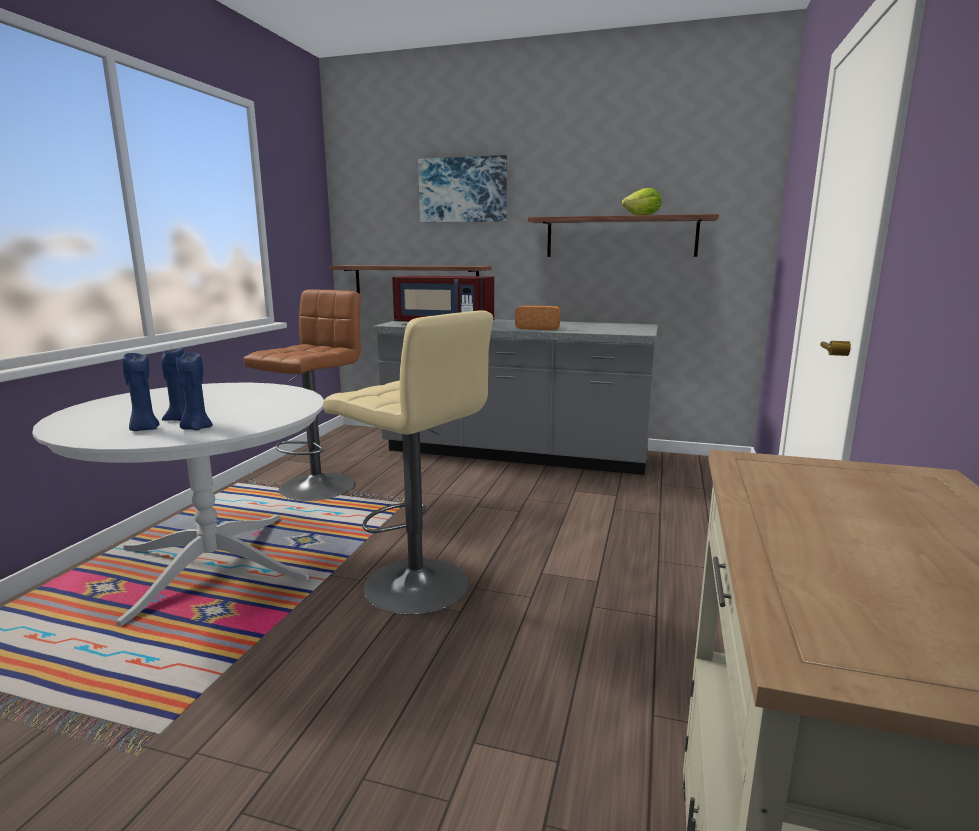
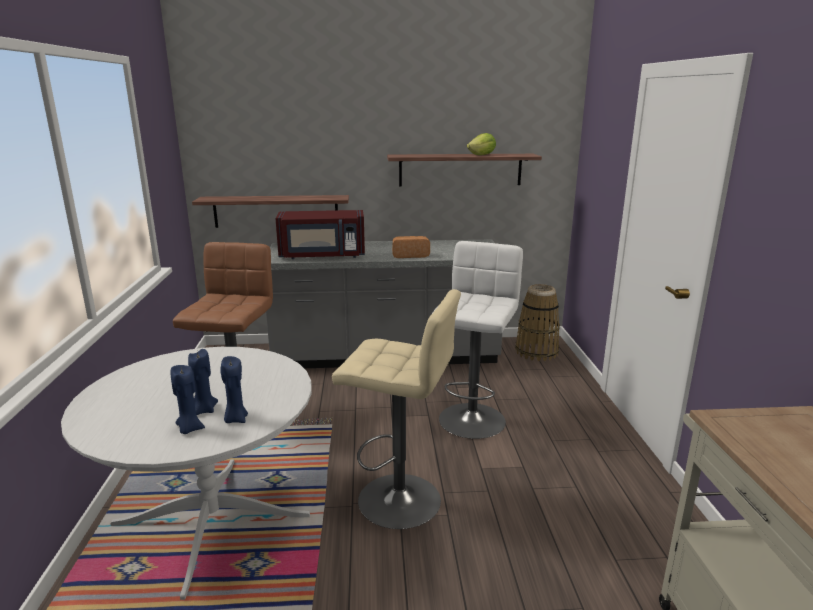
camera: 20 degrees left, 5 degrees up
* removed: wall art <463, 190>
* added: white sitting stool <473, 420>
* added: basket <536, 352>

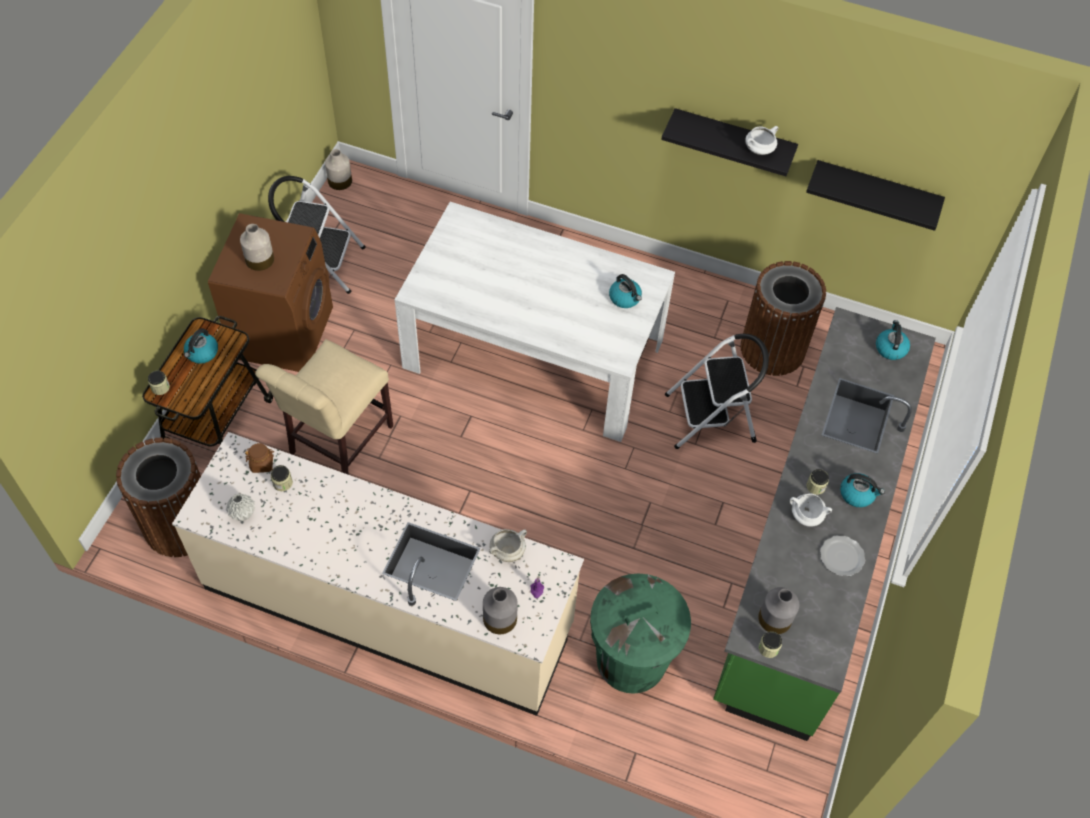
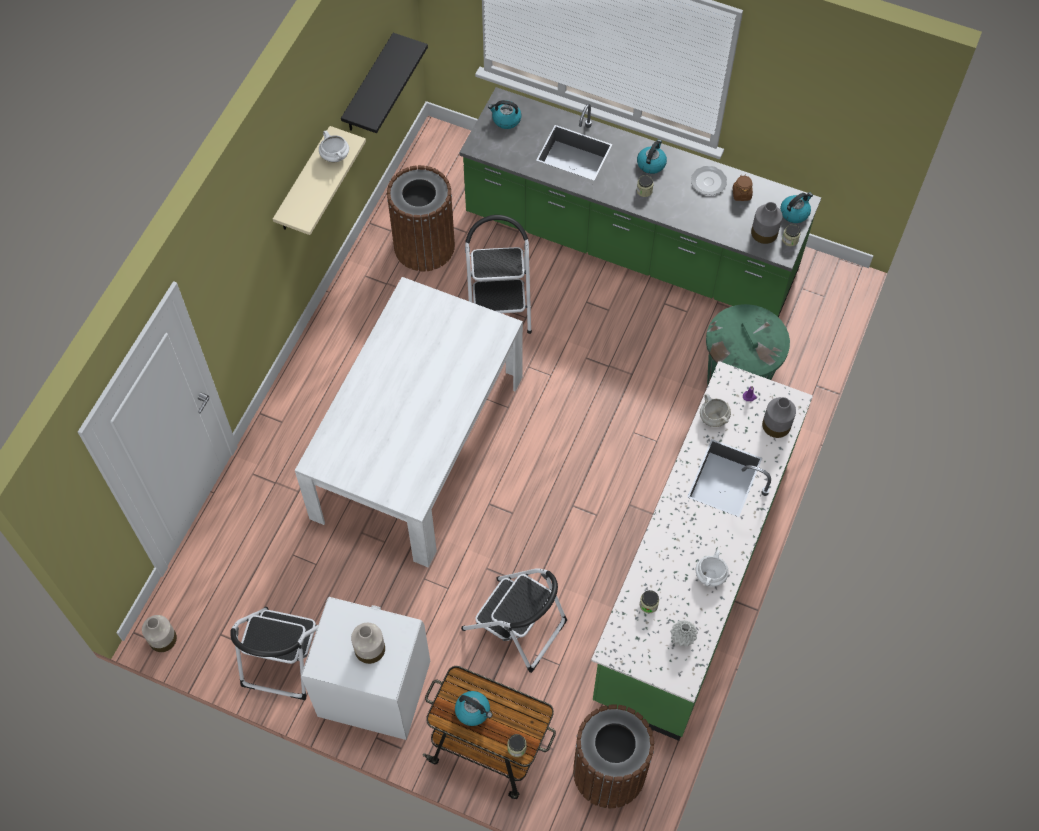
camera: 85 degrees left, 5 degrees up
* recoloured: beige kitchen counter <389, 606> to green kitchen counter <692, 574>
* recoloured: brownish laundry machine <284, 332> to white laundry machine <375, 686>
* moved: brownish storage jar <262, 464> to <741, 194>
* replaced: beige chair <337, 443> to step stool <517, 627>
* moved: tea kettle <625, 298> to <794, 212>
* recoloured: blackish shelf <733, 139> to beige shelf <303, 182>
* moved: white cooking pot <805, 516> to <710, 576>

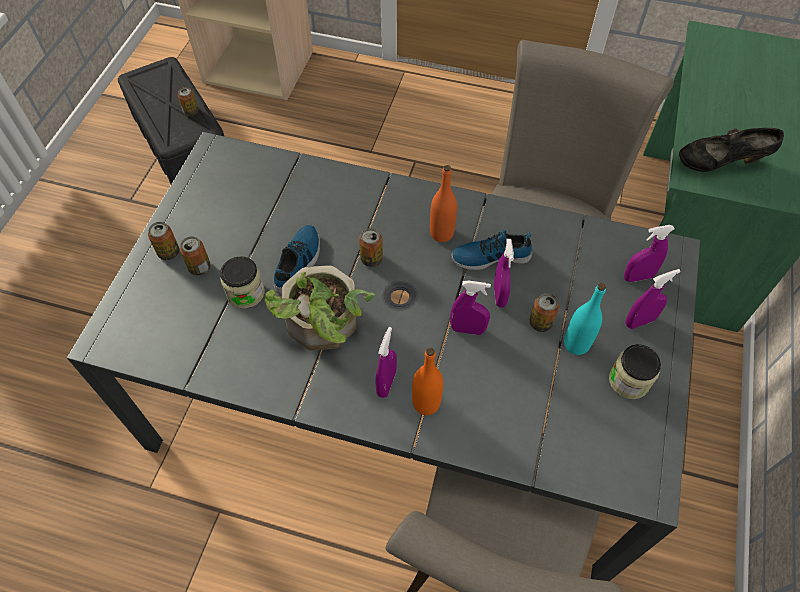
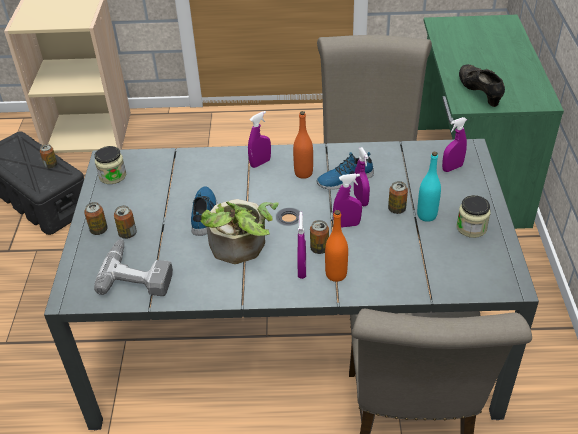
camera: 15 degrees left, 15 degrees down
* moved: storage jar <245, 293> to <112, 176>
* moved: sealed can <371, 259> to <319, 248>
* moved: purple sprayer <639, 321> to <260, 163>
* turned: blackish item of footwear <720, 164> = <479, 93> 90 degrees clockwise
* added: power drill <138, 273>

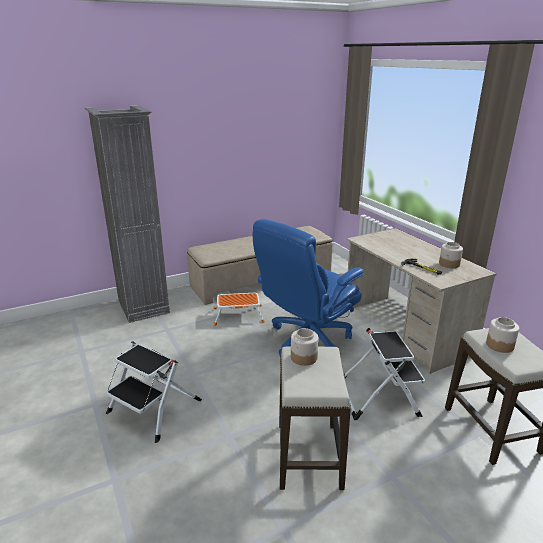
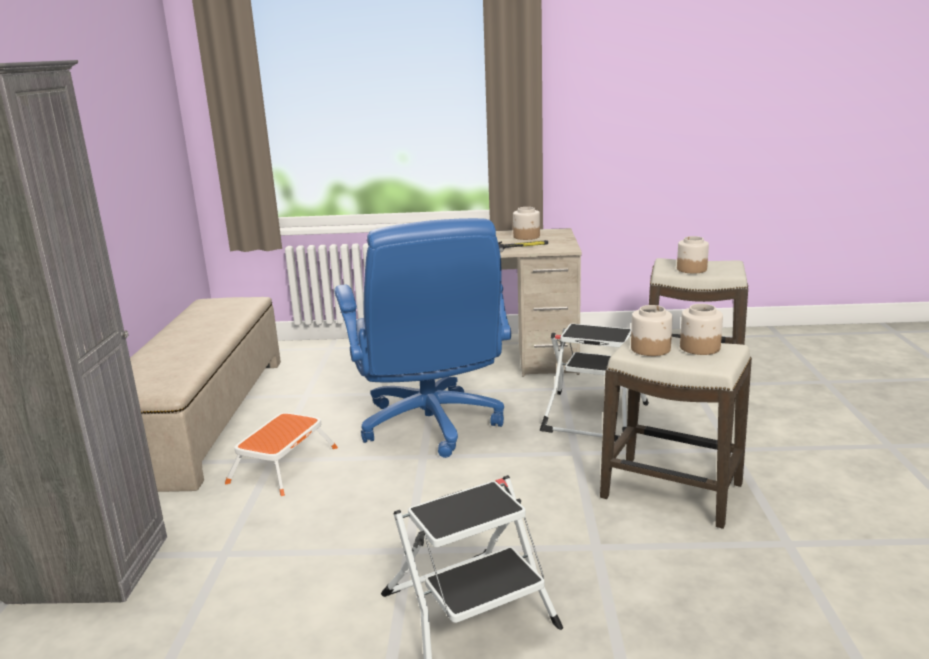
camera: 60 degrees left, 5 degrees down
* added: storage jar <699, 348>

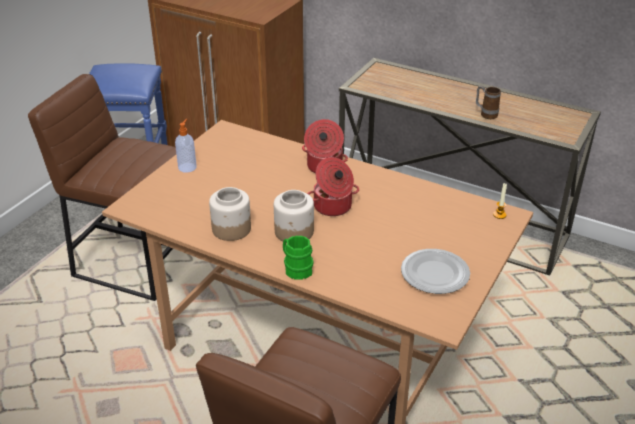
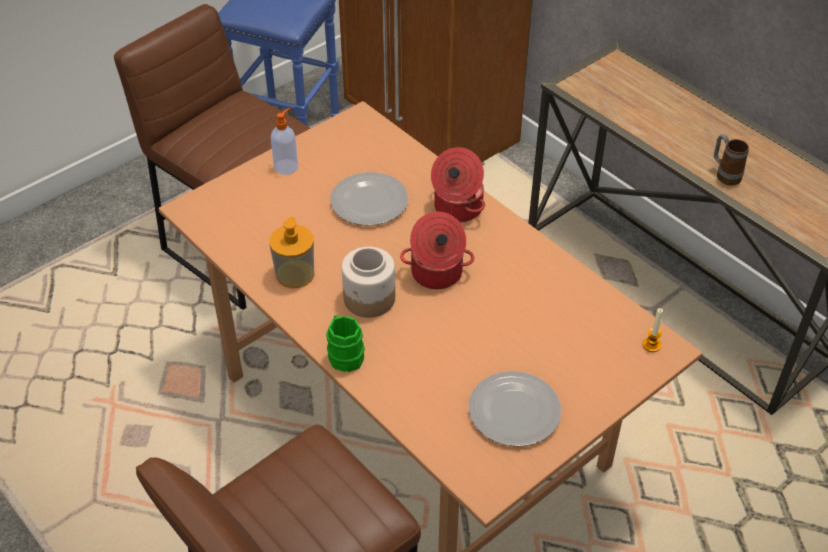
camera: 20 degrees right, 10 degrees up
* replaced: storage jar <231, 229> to soap bottle <295, 274>
* added: flat dish <368, 201>

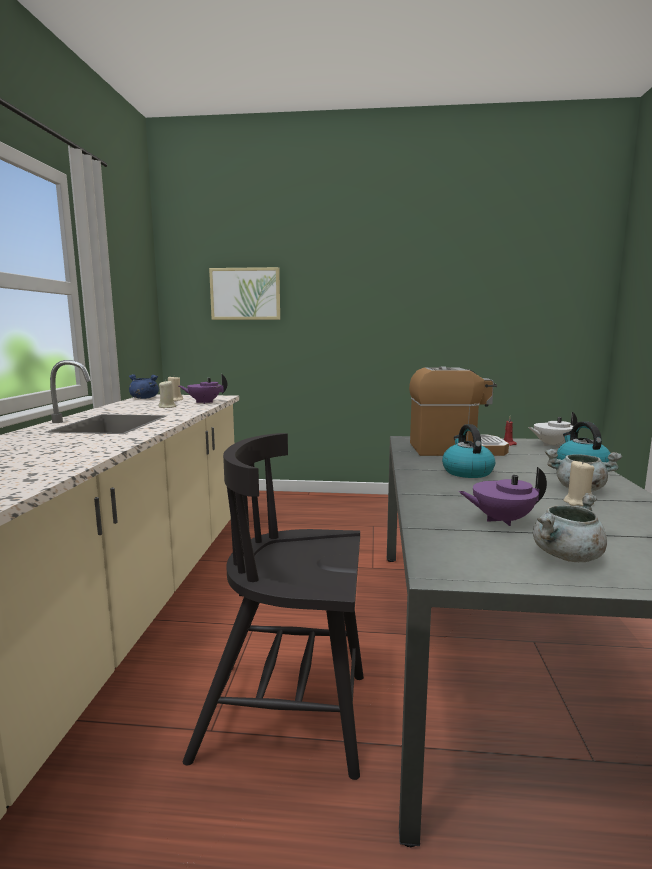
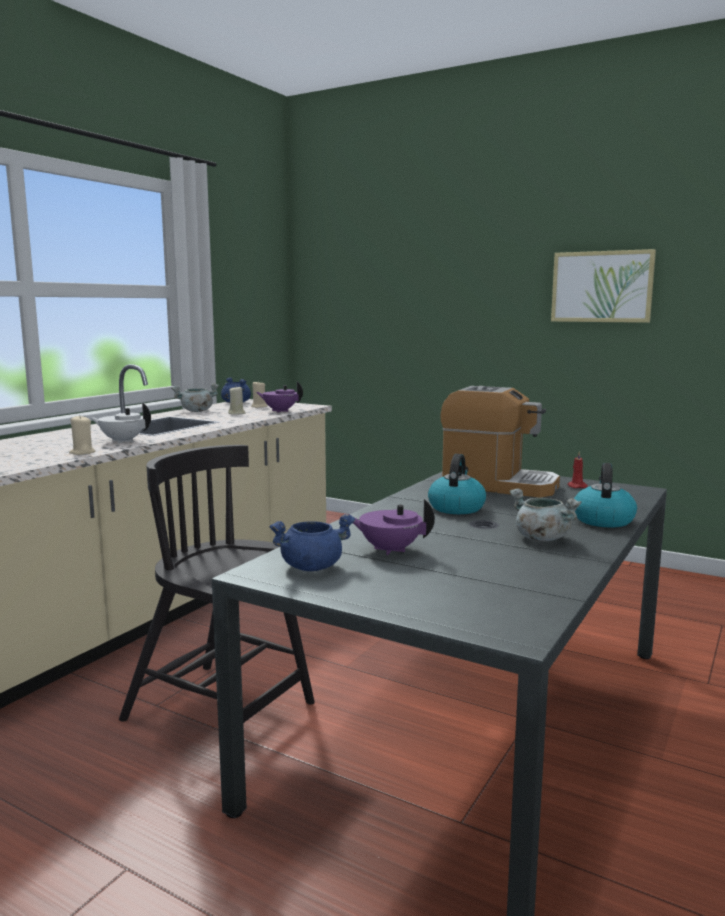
camera: 25 degrees right, 0 degrees up
* moved: wall art <245, 294> to <601, 287>
* moved: white tea pot <551, 445> to <122, 441>
* moved: gray cooking pot <567, 556> to <196, 411>
* moved: beige candle <578, 502> to <82, 453>
* added: blue cooking pot <312, 567>

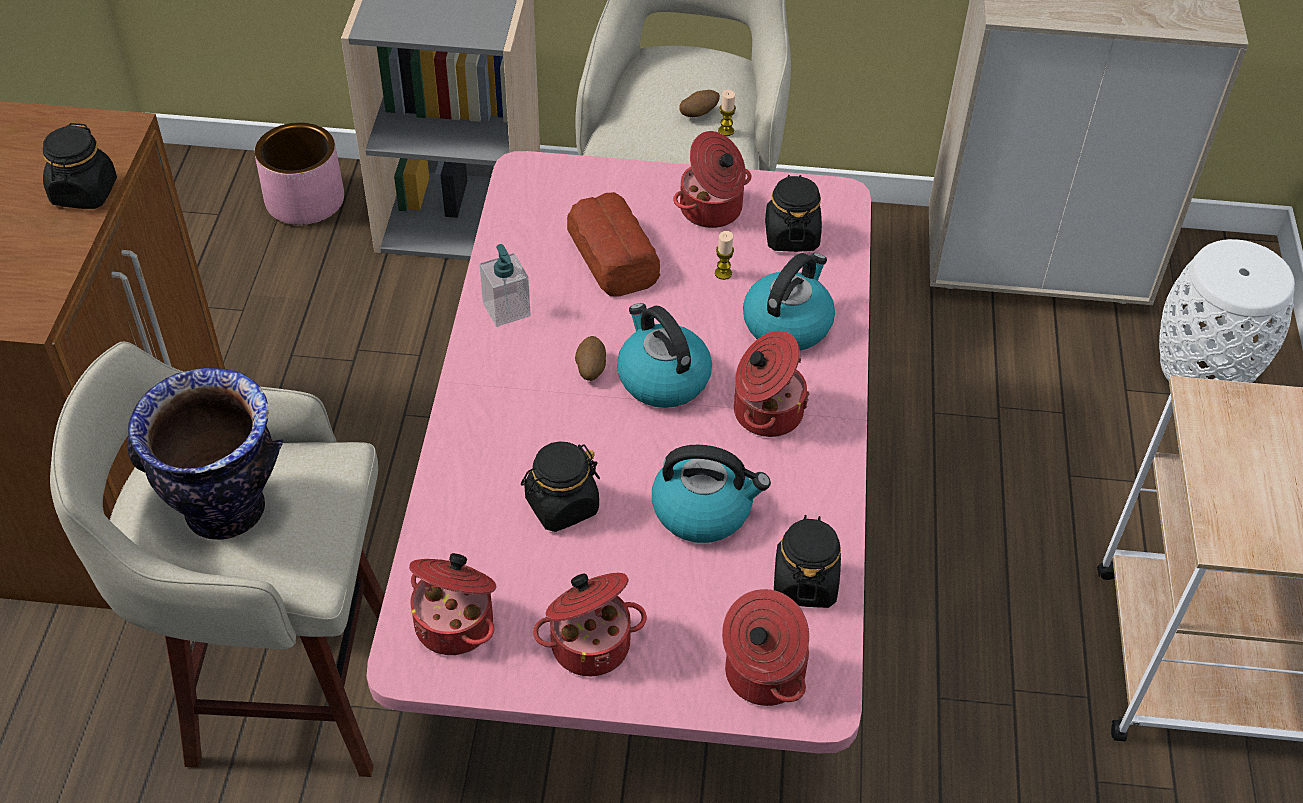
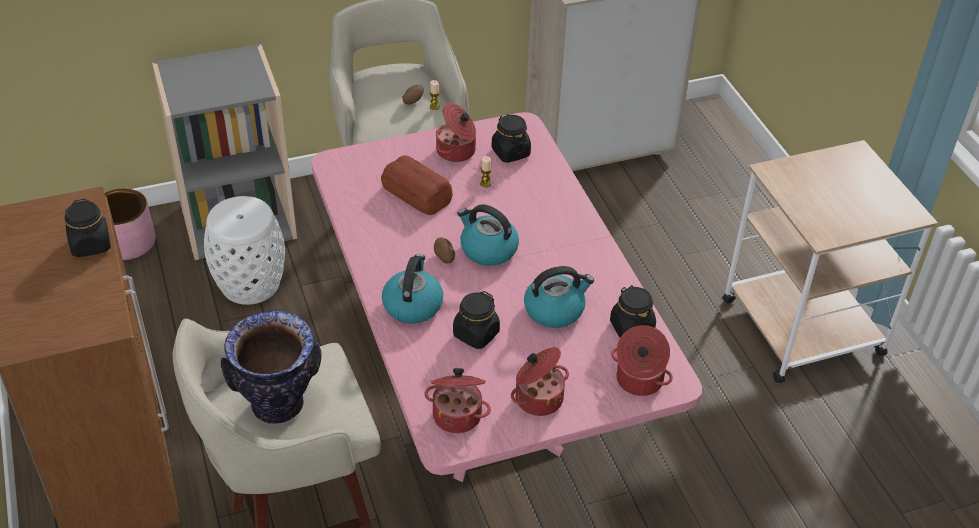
camera: 25 degrees left, 5 degrees down
* removed: soap bottle <506, 309>
* removed: cooking pot <765, 412>
* moved: tea kettle <787, 324> to <412, 305>
* moved: white sitting stool <1204, 369> to <251, 284>

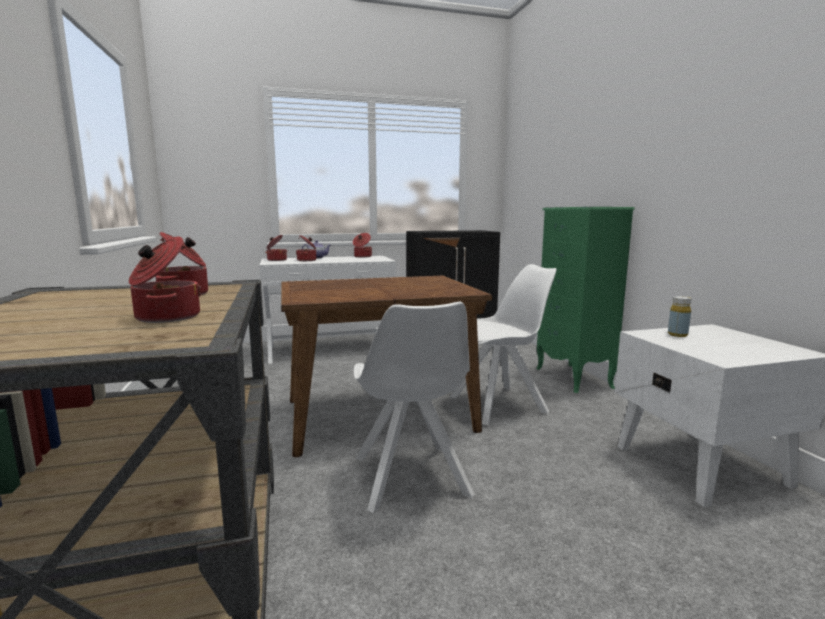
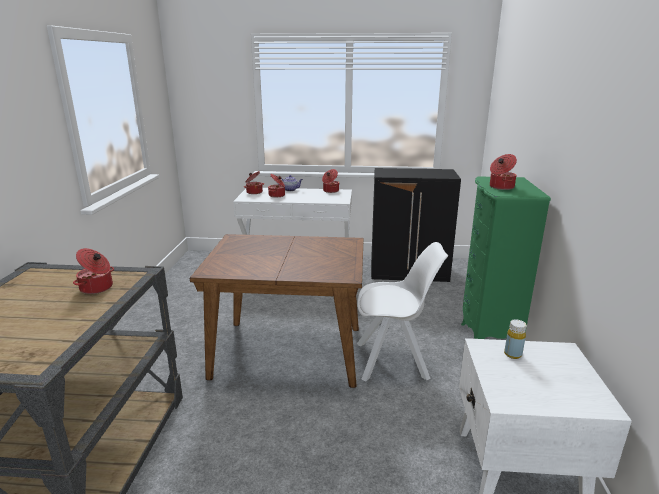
camera: 20 degrees right, 10 degrees up
* moved: cooking pot <166, 317> to <500, 187>
* removed: white chair <411, 478>

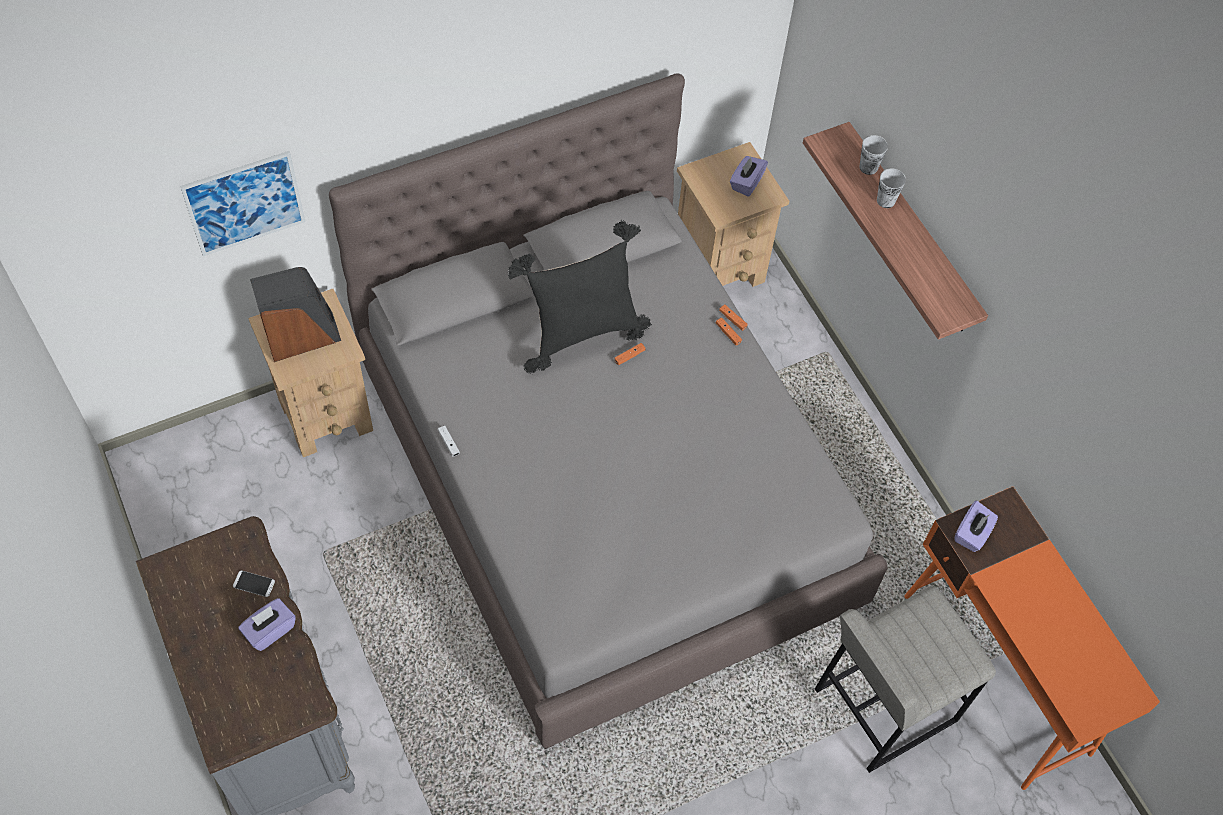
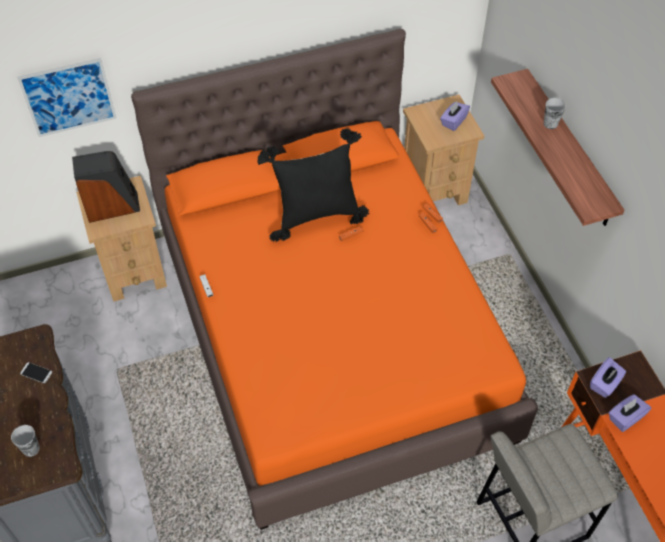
camera: 10 degrees right, 5 degrees down
* moved: purple tissue holder <270, 630> to <625, 418>
* recoloured: gray bed <605, 481> to orange bed <332, 334>
* moved: drinking cup <868, 167> to <31, 449>

